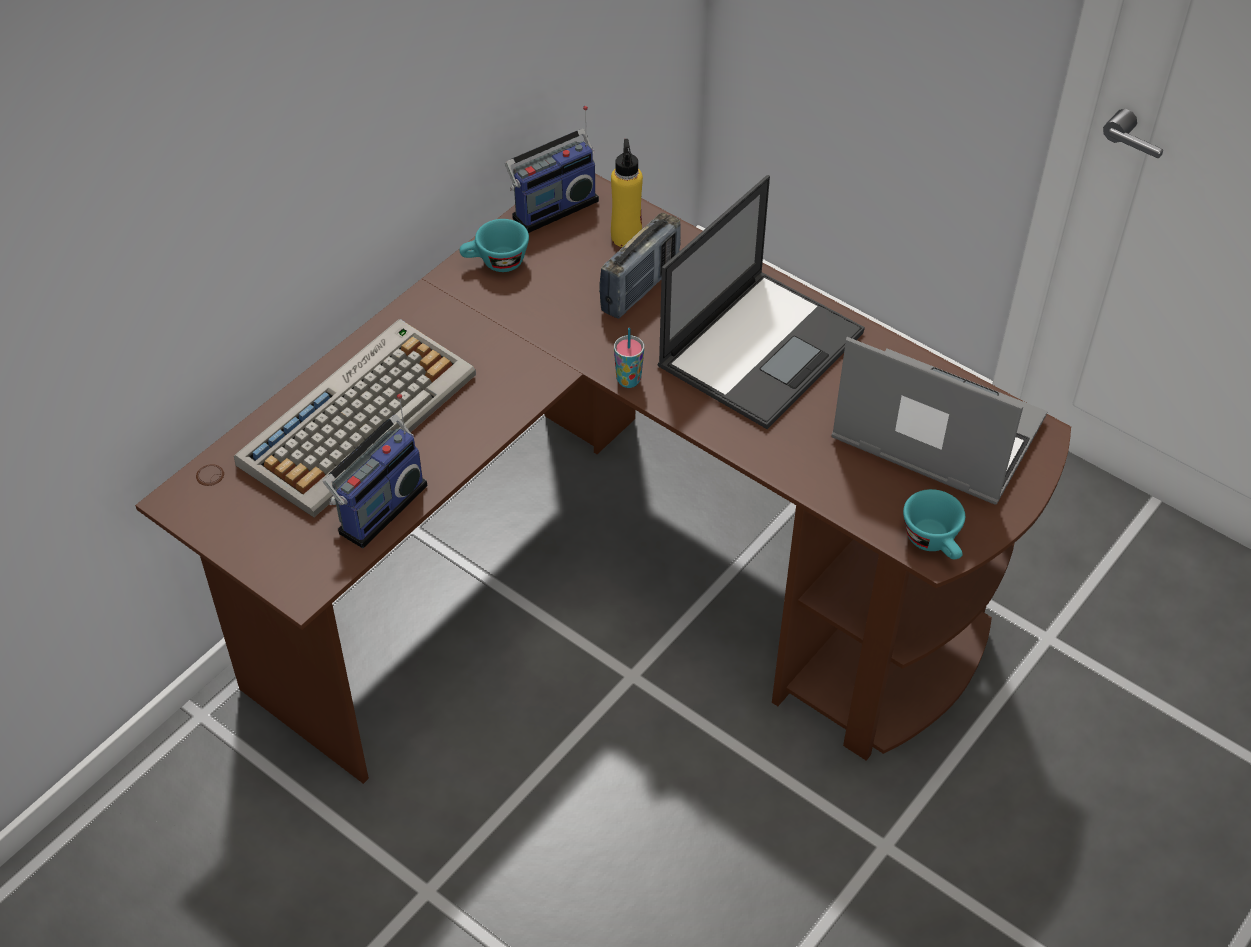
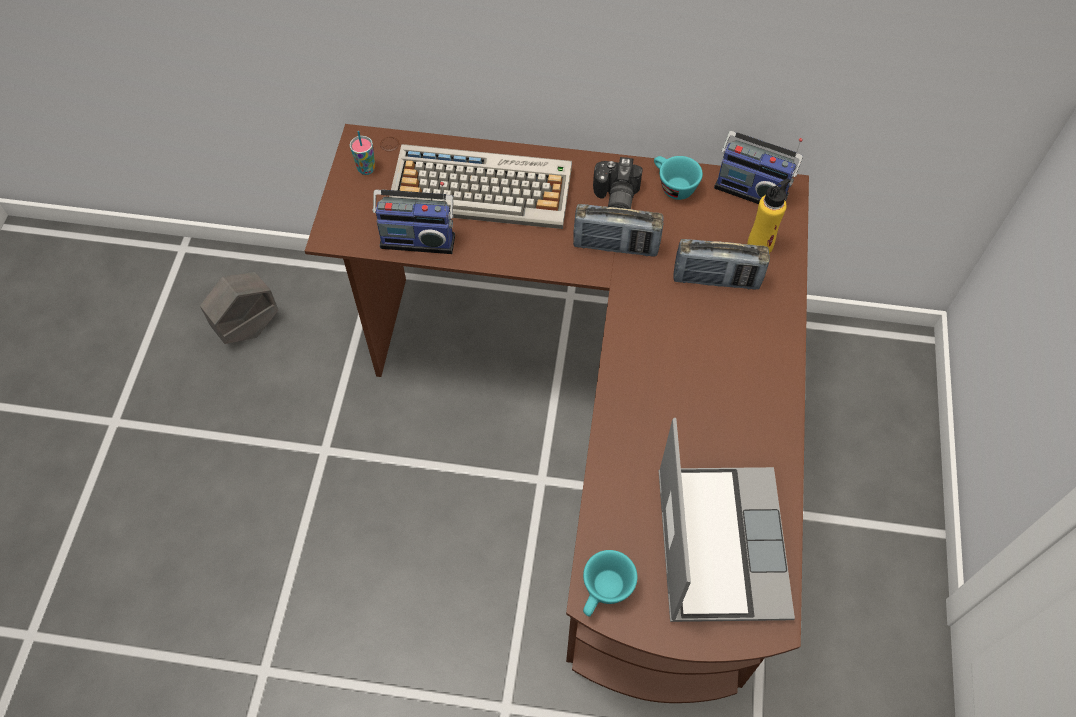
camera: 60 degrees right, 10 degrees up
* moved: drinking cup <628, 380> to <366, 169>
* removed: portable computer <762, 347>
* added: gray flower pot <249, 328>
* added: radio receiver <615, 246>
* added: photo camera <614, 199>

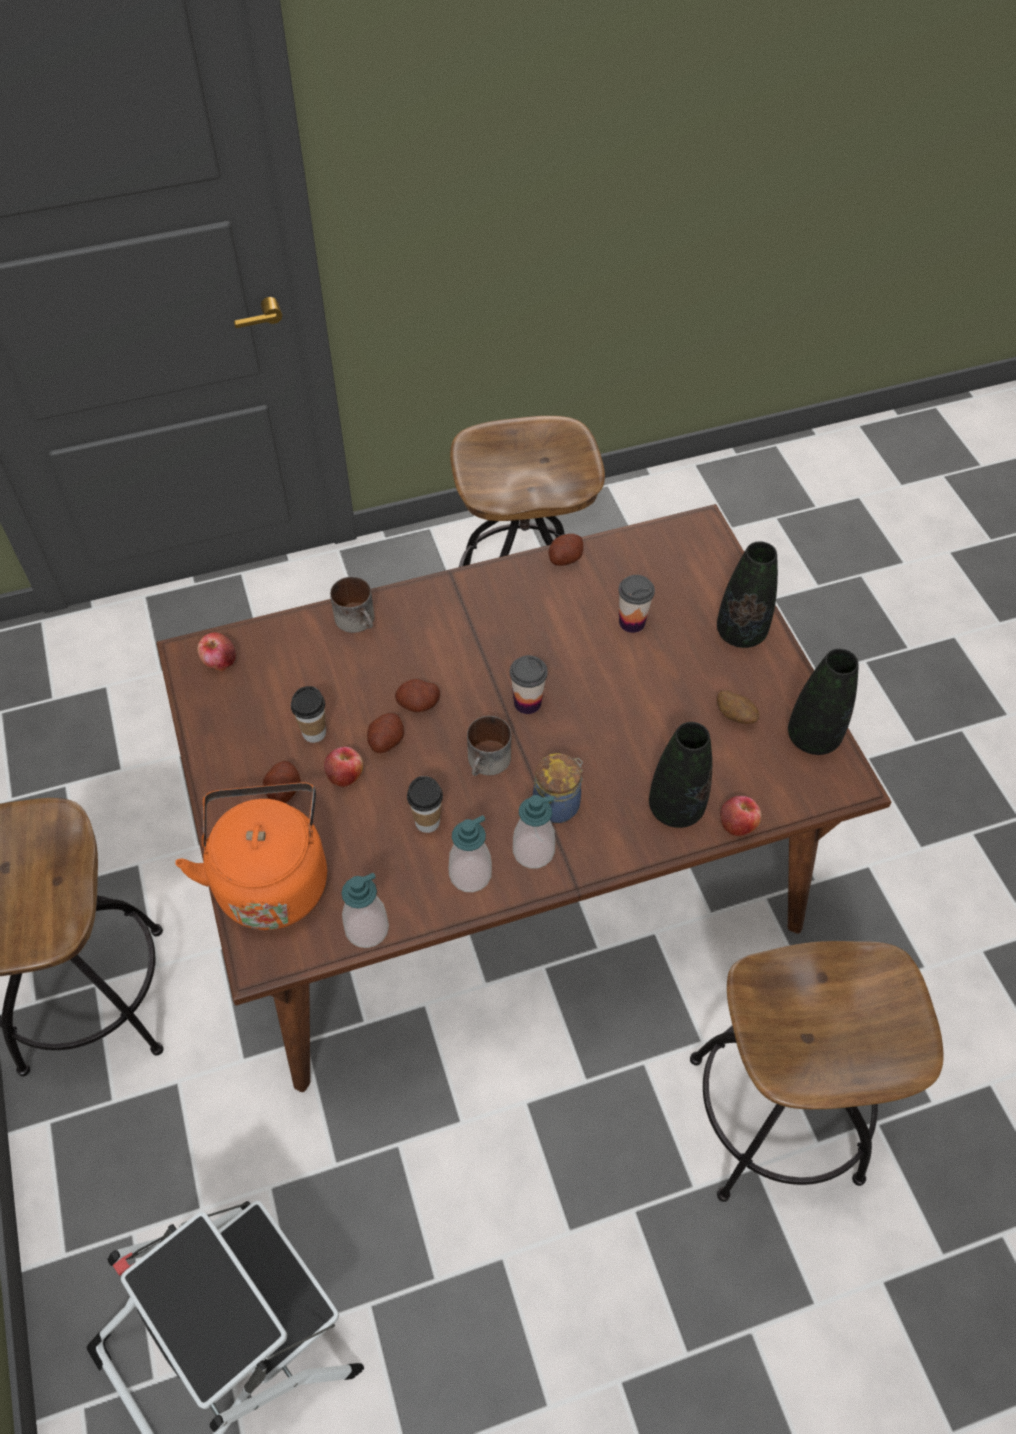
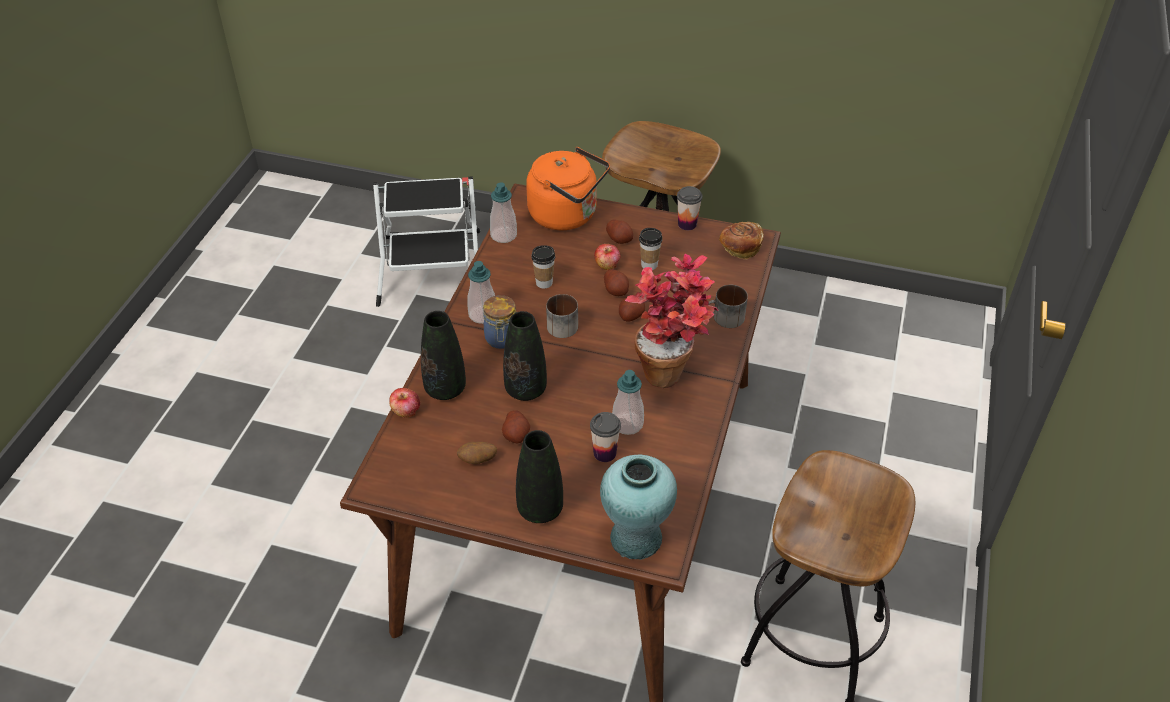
camera: 125 degrees right, 10 degrees down
* replaced: apple fruit <219, 661> to baked bread <740, 248>
* moved: soap bottle <470, 874> to <627, 424>
* moved: drinking cup <527, 702> to <687, 224>
* moved: potato <565, 558> to <516, 435>
* removed: brownish sitting stool <773, 1117>
* moved: blackish vase <812, 737> to <525, 390>
* added: turquoise-coloured vase <635, 538>
* added: plant in a pot <671, 369>

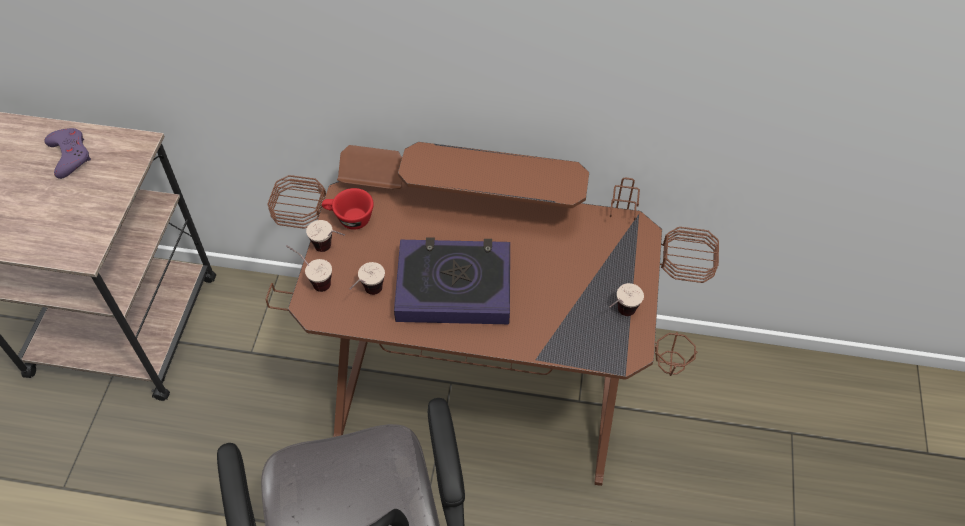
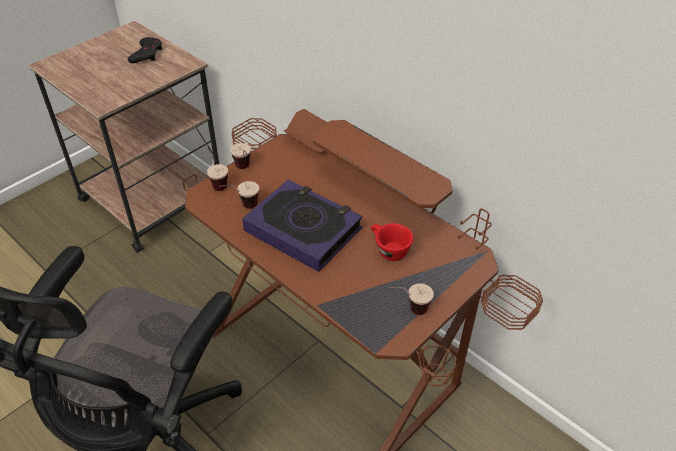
camera: 35 degrees right, 10 degrees down
* recoloured: purple joypad <69, 155> to blackish joypad <147, 54>
* moved: reddish drinking cup <349, 219> to <388, 250>

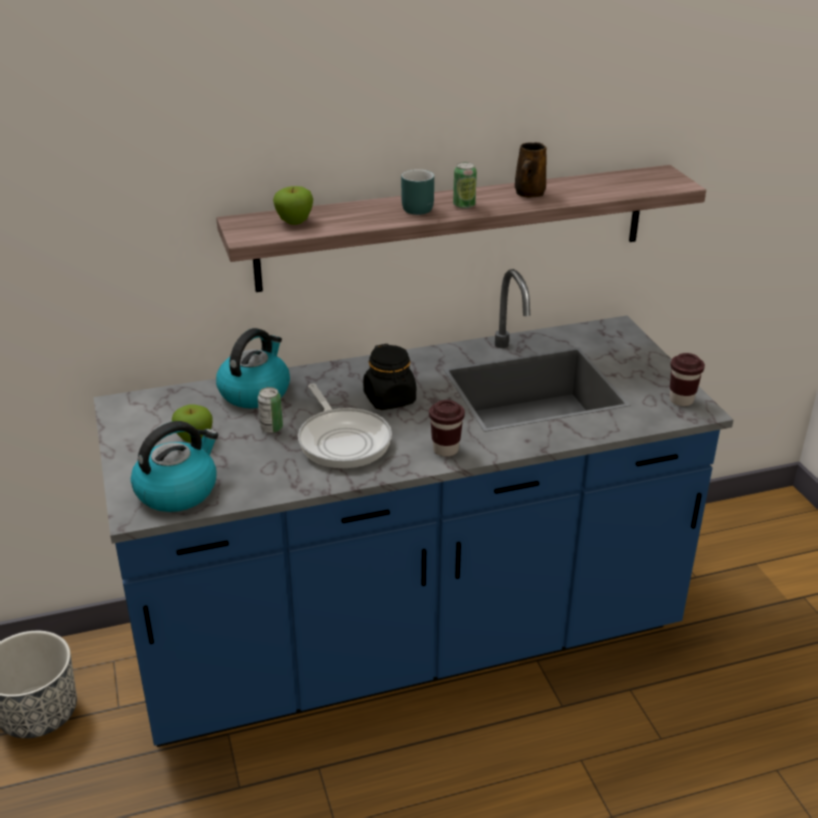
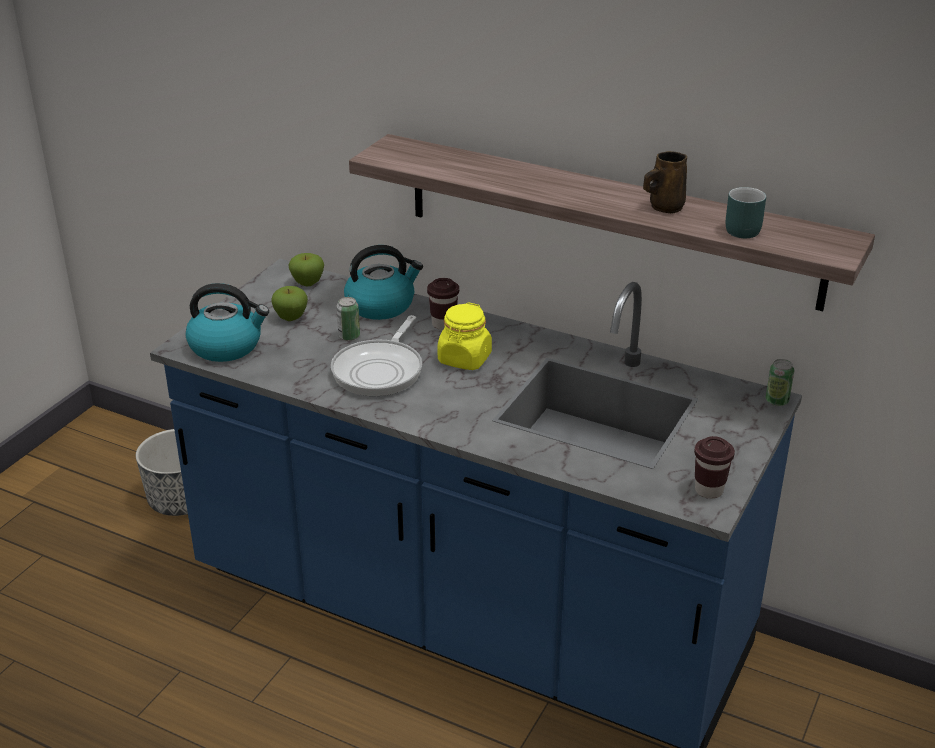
camera: 45 degrees right, 0 degrees up
* moved: apple fruit <294, 222> to <307, 283>
* recoloured: blackish storage jar <390, 399> to yellow storage jar <464, 359>
* moved: turquoise-coloured tea mug <414, 207> to <743, 228>
* moved: brownish drinking cup <445, 450> to <443, 324>
* moved: sealed can <464, 205> to <777, 401>

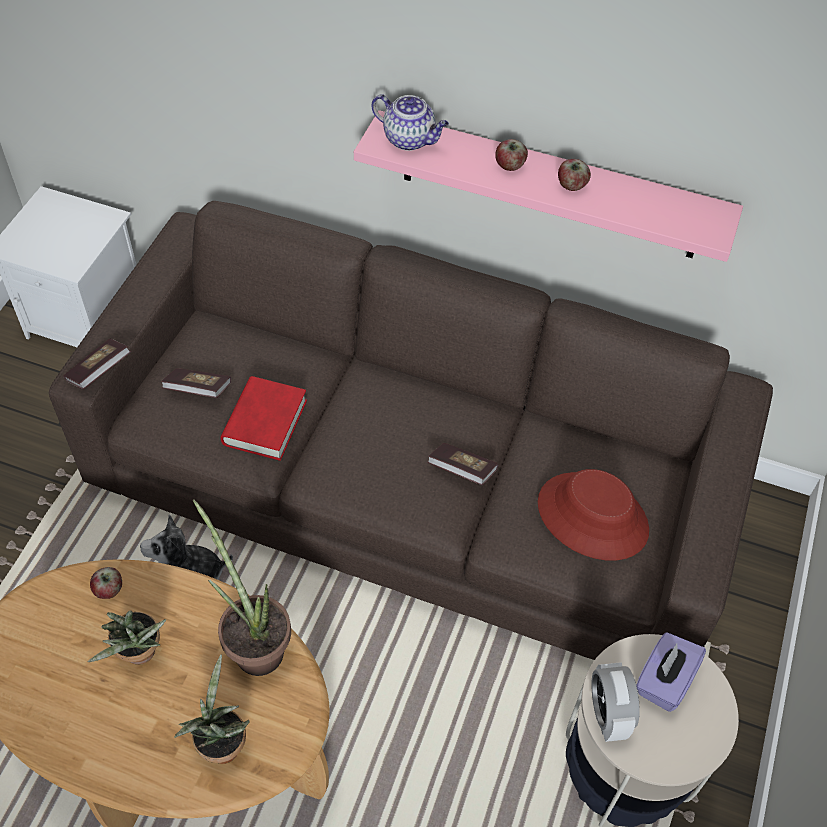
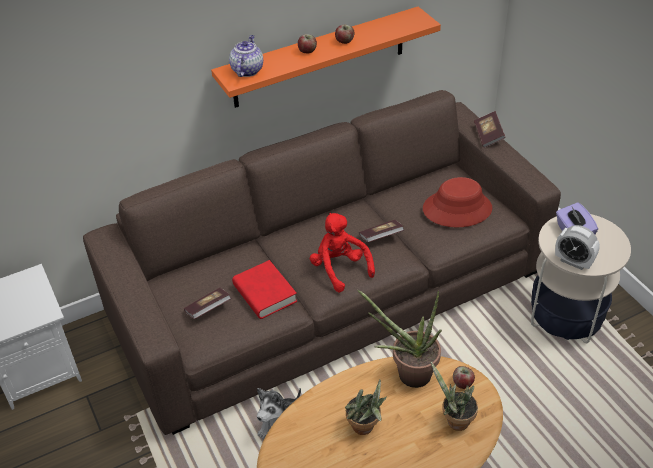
camera: 45 degrees left, 10 degrees down
* moved: volume <99, 372> to <488, 136>
* moved: apple fruit <109, 590> to <462, 383>
* recoloured: pinkish shelf <550, 187> to orange shelf <319, 58>
* turned: tea pot <410, 139> = <247, 70> 60 degrees counterclockwise
* added: reddish soft toy <340, 268>

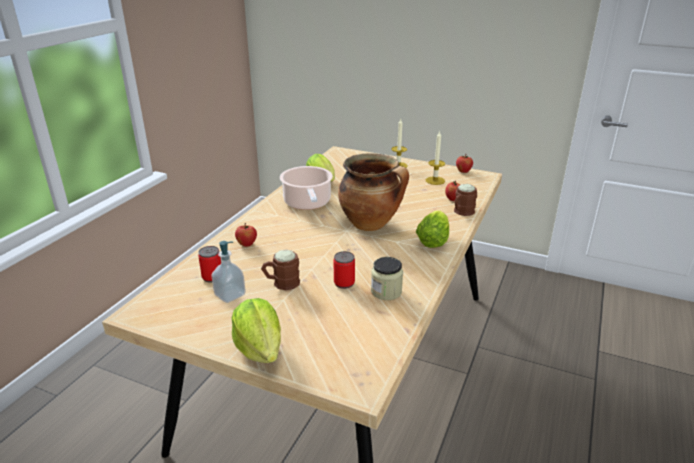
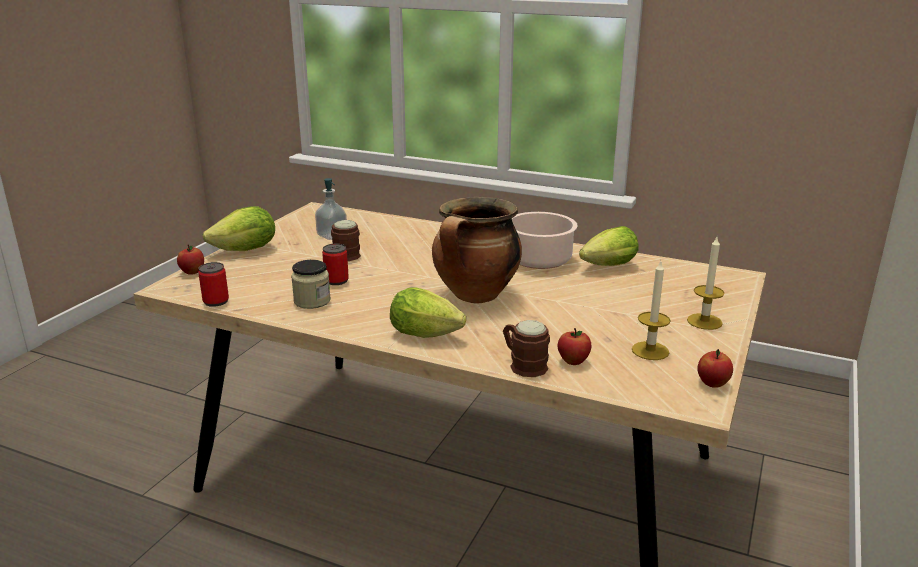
camera: 90 degrees right, 5 degrees down
* moved: sealed can <212, 277> to <216, 301>
* moved: apple fruit <247, 244> to <192, 272>

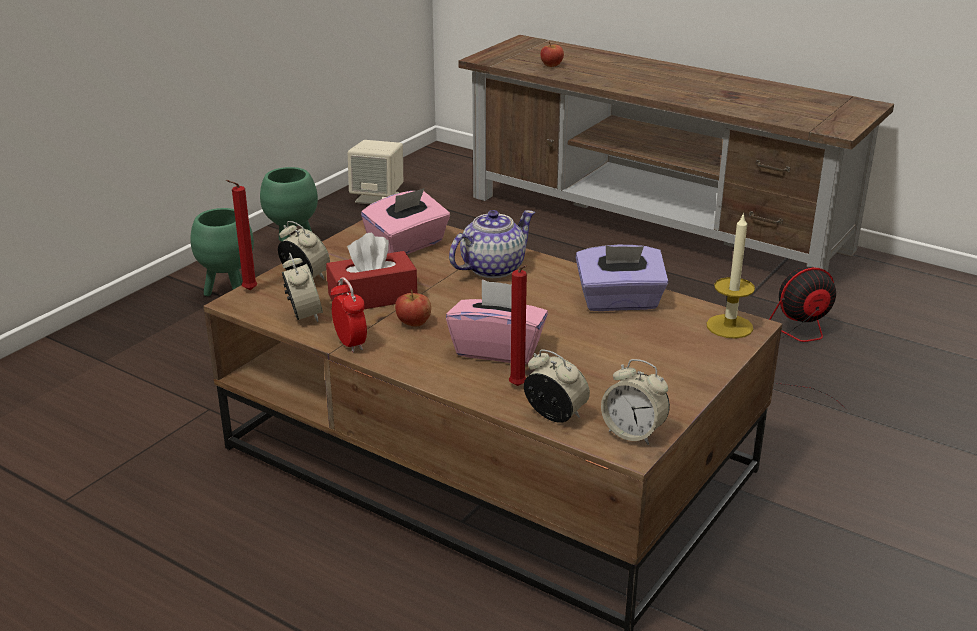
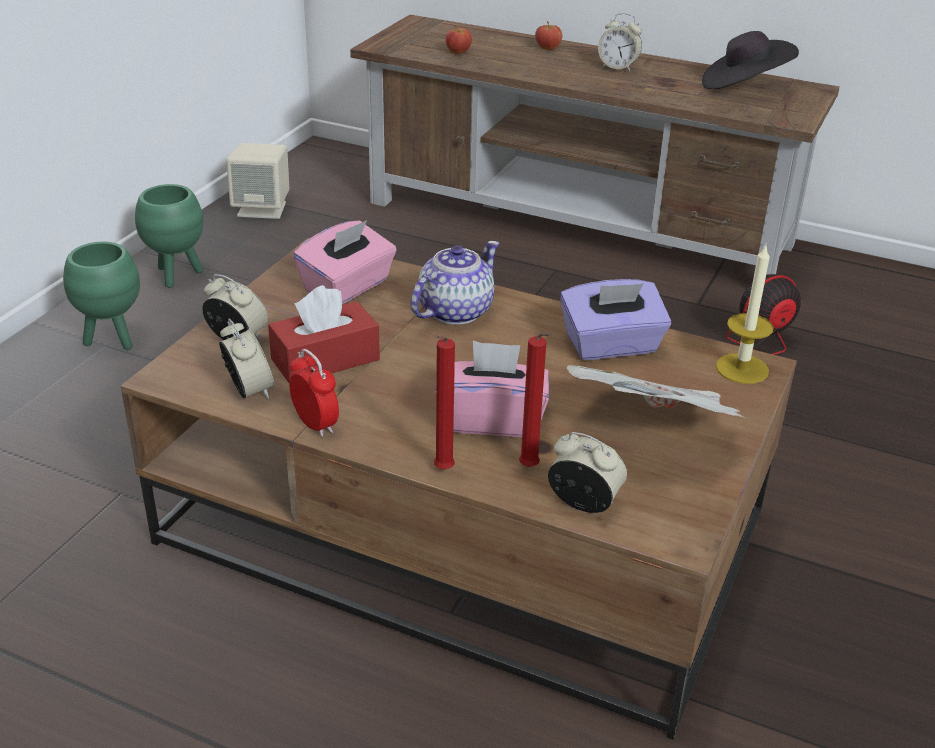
camera: 10 degrees left, 5 degrees up
* moved: reddish candle <247, 291> to <441, 471>
* moved: apple fruit <413, 323> to <548, 48>
* moved: alarm clock <633, 433> to <618, 67>
* added: newspaper <656, 429>
* added: blackish hat <743, 86>

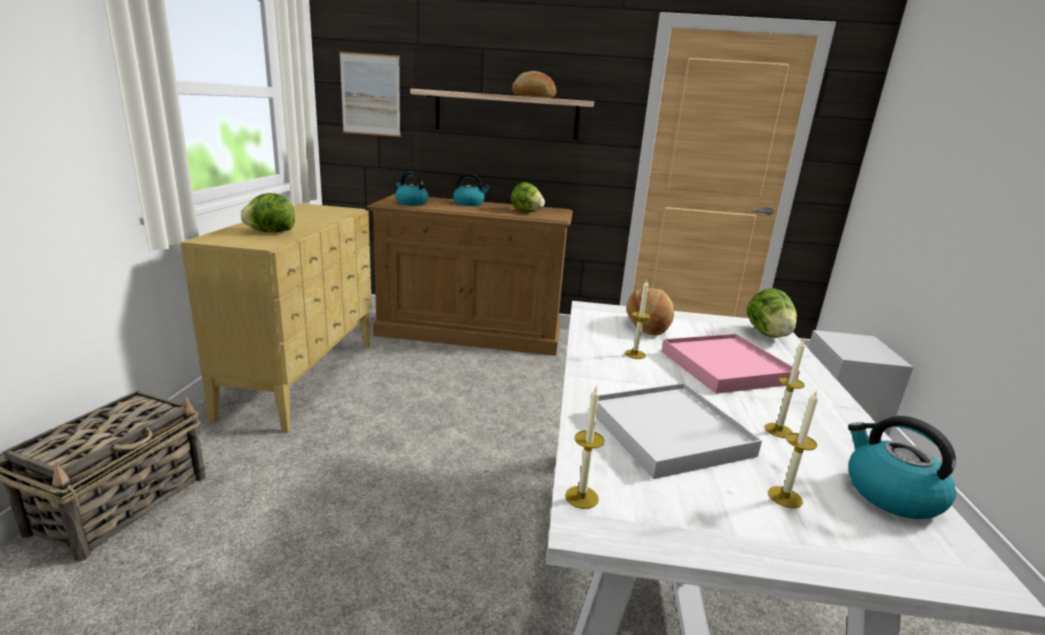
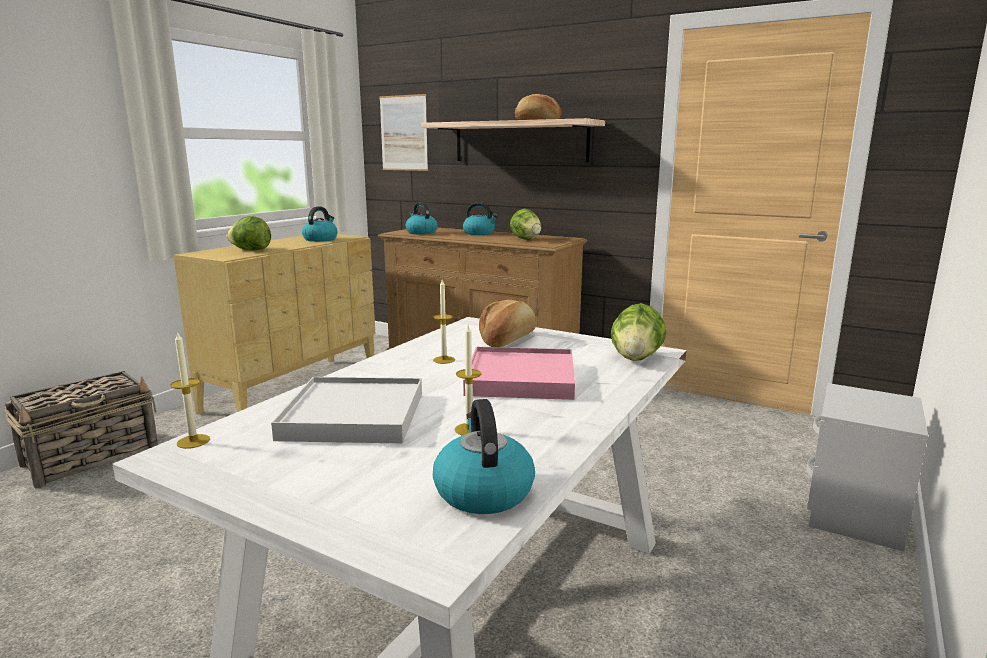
camera: 25 degrees right, 5 degrees down
* removed: candle <785, 497>
* added: tea kettle <320, 239>

